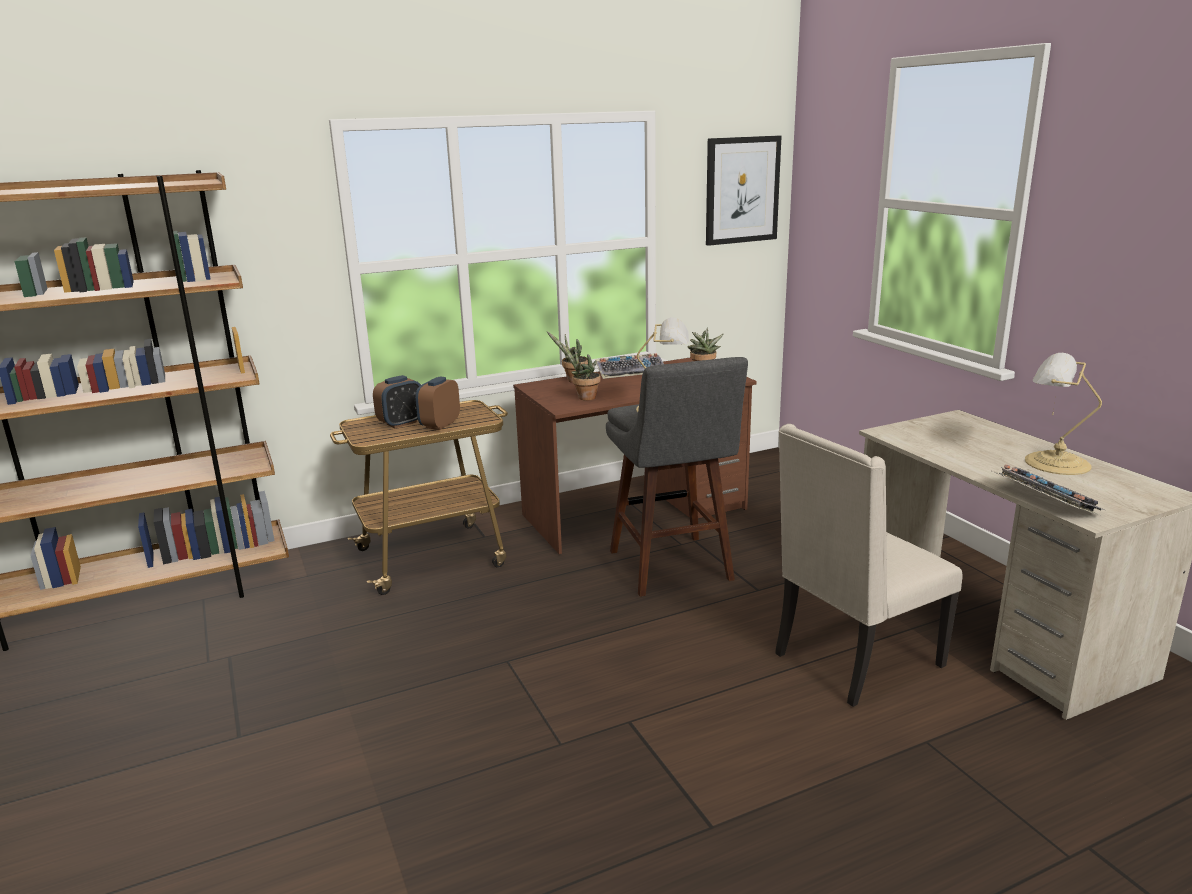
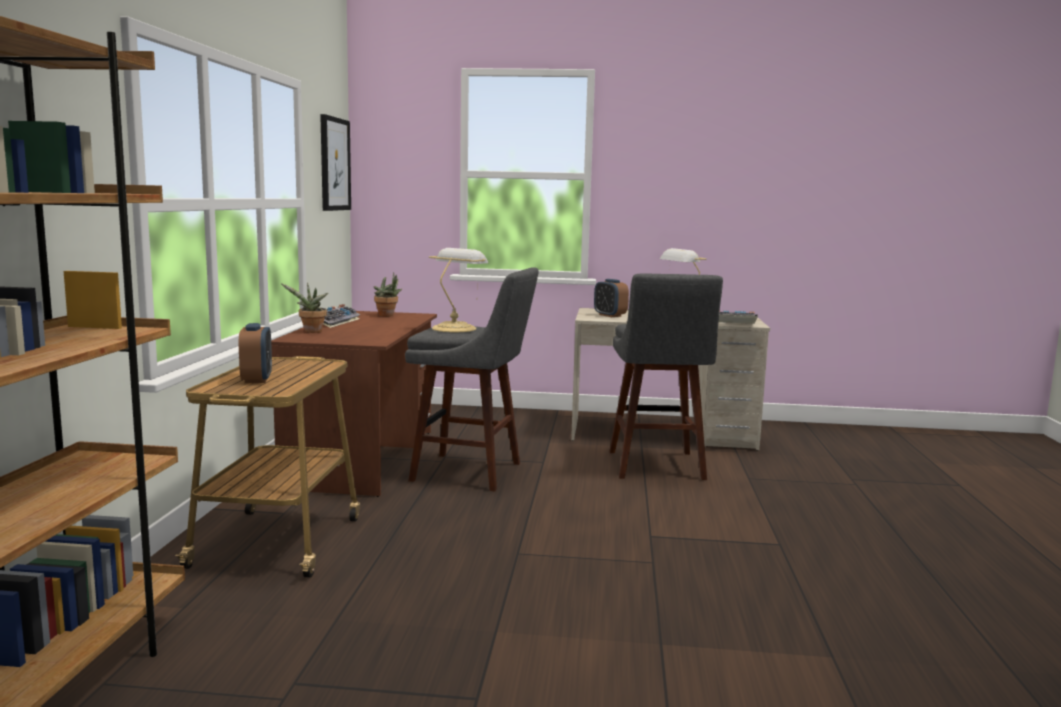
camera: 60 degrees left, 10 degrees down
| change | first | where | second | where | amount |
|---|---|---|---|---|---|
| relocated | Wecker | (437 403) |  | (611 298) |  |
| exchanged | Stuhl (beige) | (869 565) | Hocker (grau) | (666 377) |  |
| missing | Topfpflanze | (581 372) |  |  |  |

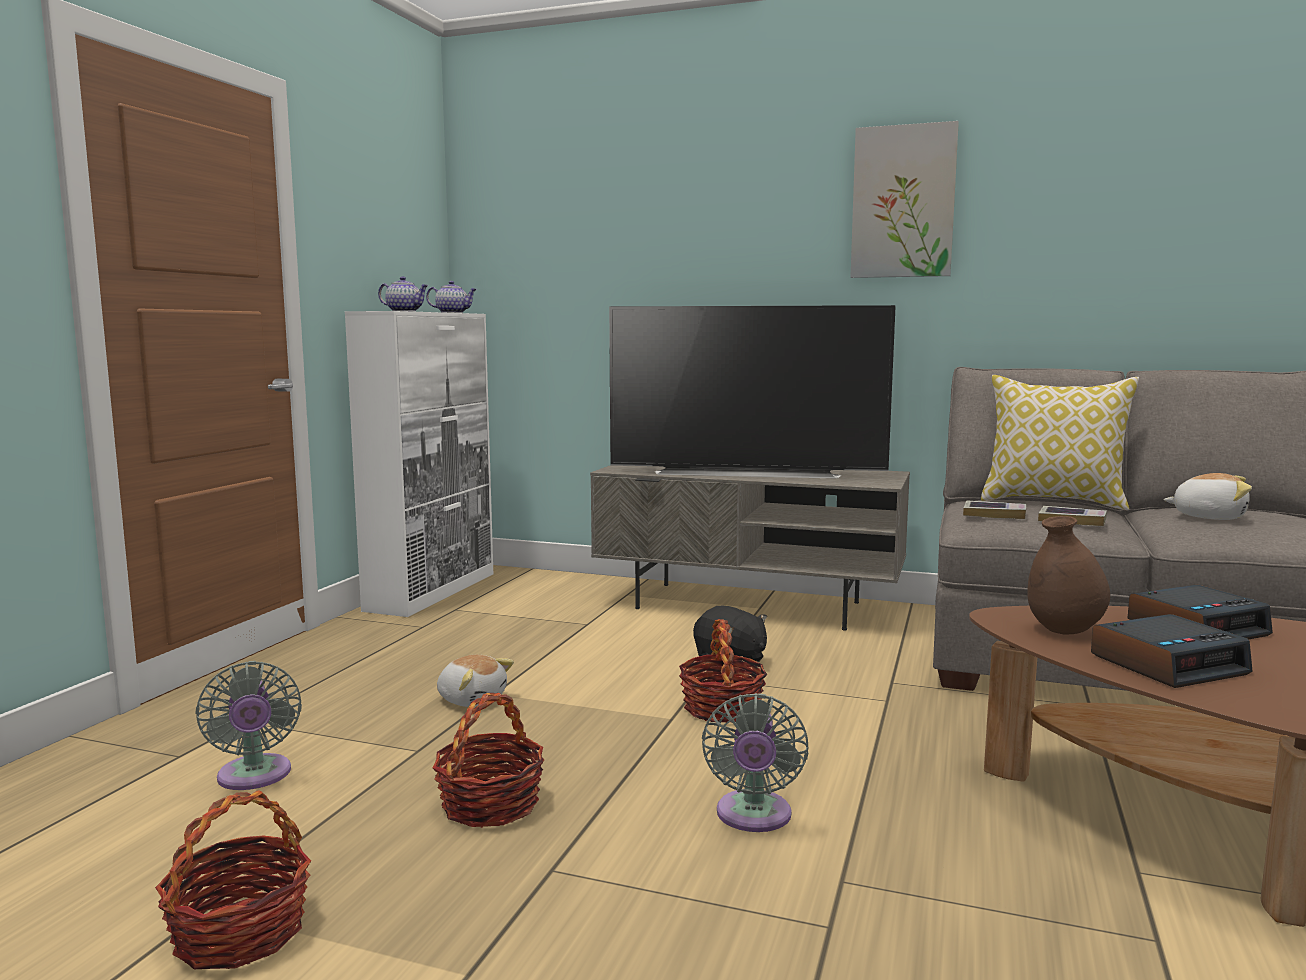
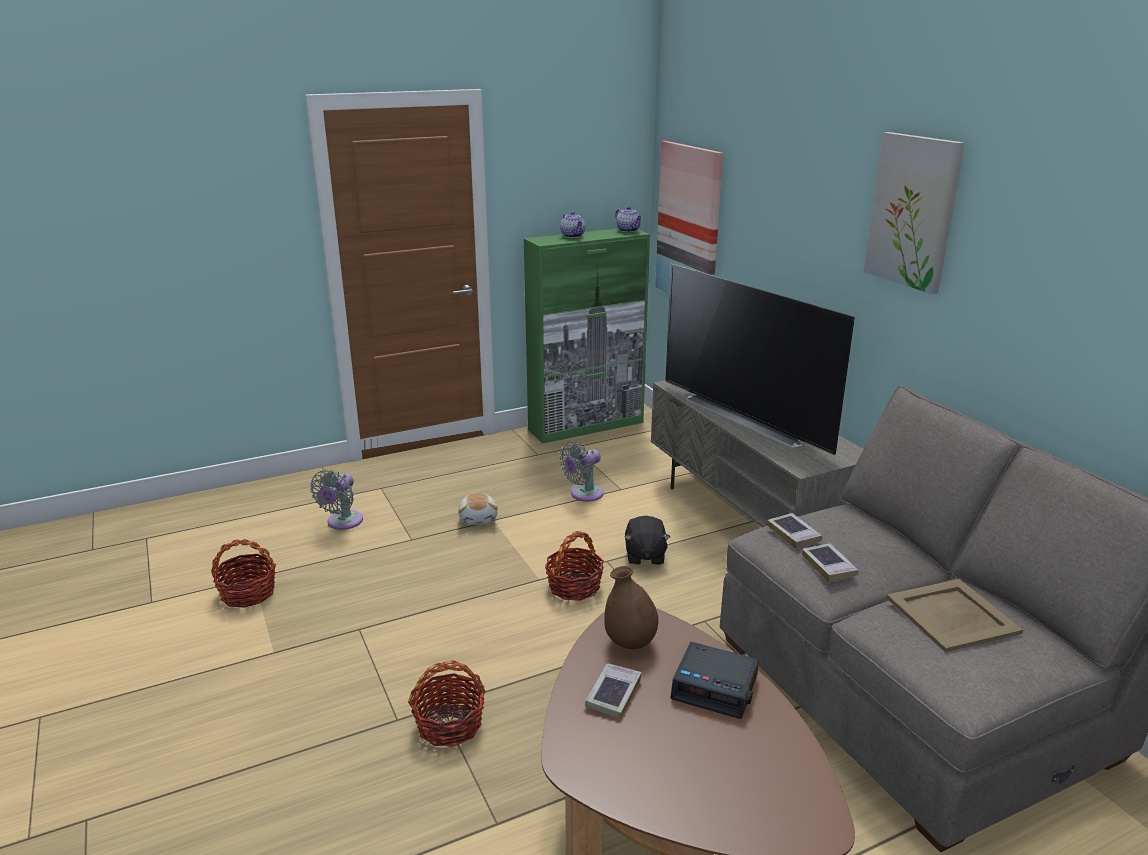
camera: 45 degrees right, 15 degrees up
| change | first | where | second | where | amount |
|---|---|---|---|---|---|
| relocated | Korb | (488 760) |  | (447 703) |  |
| colour | Schrank (weiß) | (419 464) | Schrank (grün) | (587 336) |  |
| relocated | Ventilator (grau) | (755 762) |  | (582 471) |  |
| exchanged | Wecker | (1172 651) | Buch | (613 691) |  |
| appeared |  |  | Bild | (689 217) |  |
| exchanged | Plüschtier | (1207 496) | Tablett (beige) | (954 615) |  |
| missing | Kissen | (1060 442) |  |  |  |

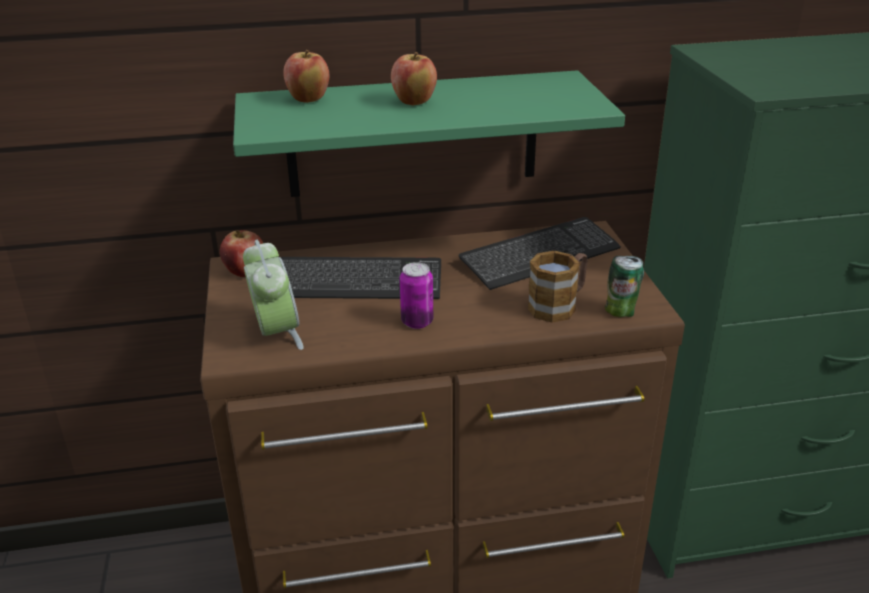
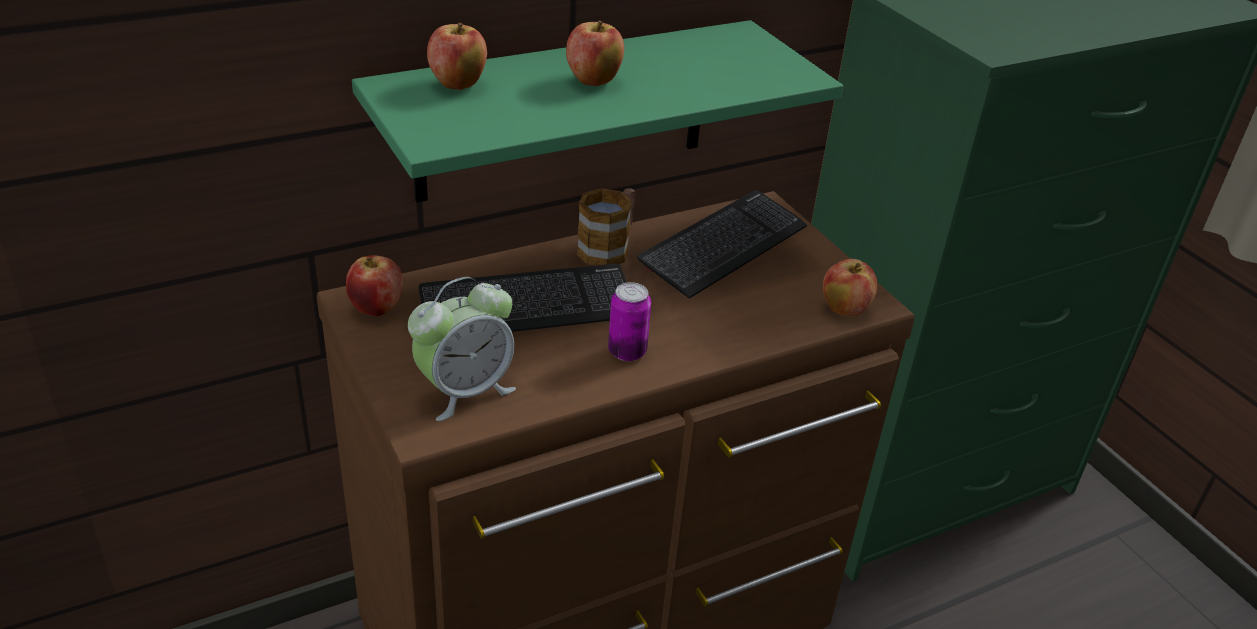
camera: 20 degrees left, 5 degrees up
| change | first | where | second | where | amount |
|---|---|---|---|---|---|
| spun | Wecker | (273 294) |  | (462 349) | 90 degrees clockwise |
| relocated | Henkelbecher | (557 287) |  | (606 227) |  |
| exchanged | Dose | (624 286) | Apfel | (850 288) |  |

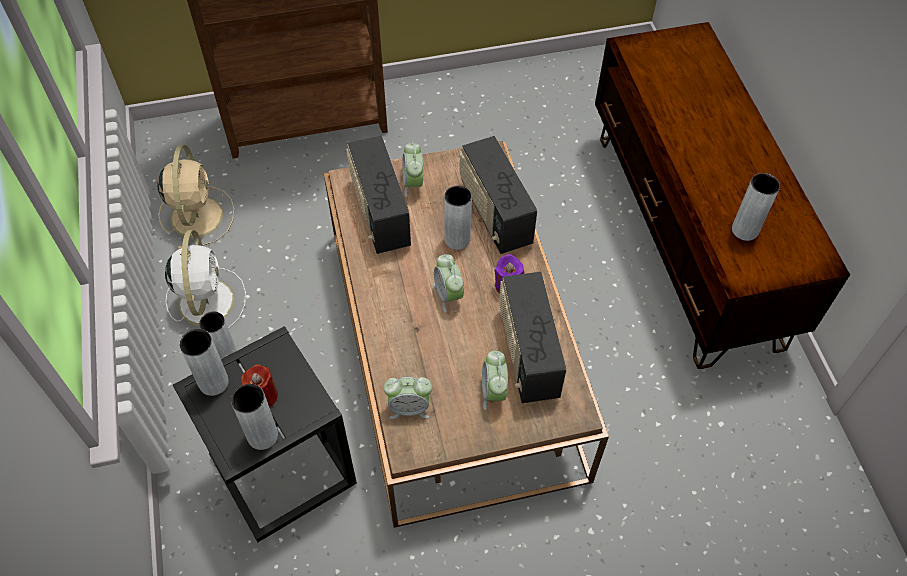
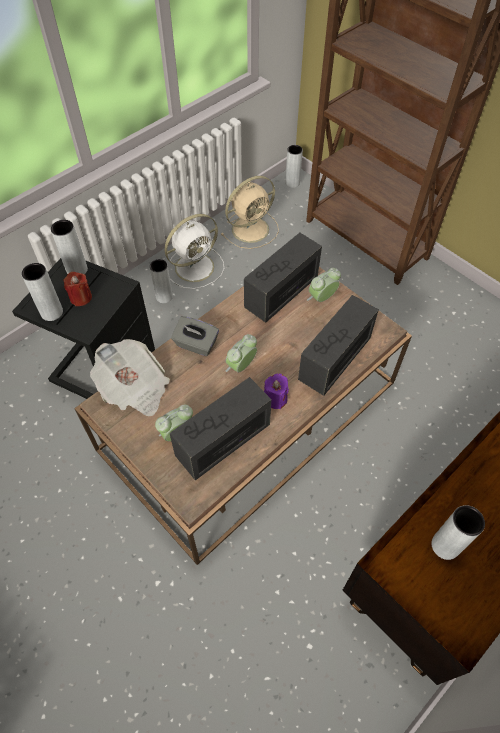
camera: 60 degrees right, 0 degrees up
| change | first | where | second | where | amount |
|---|---|---|---|---|---|
| exchanged | Wecker | (408 398) | Zeitung | (130 378) |  |
| appeared |  |  | Taschentuchbox (grau) | (195 336) |  |
| relocated | Vase (grau) | (458 217) |  | (294 166) |  |

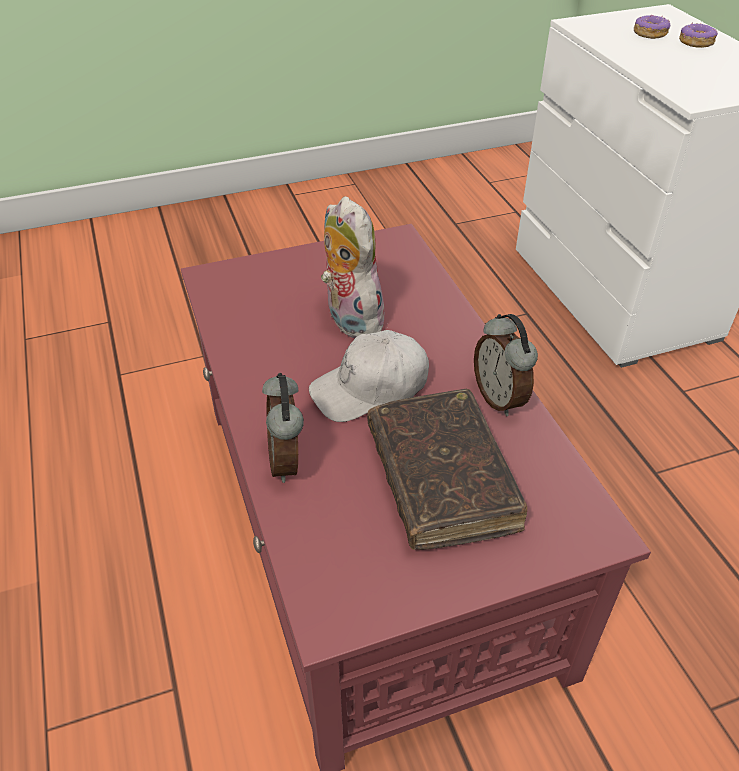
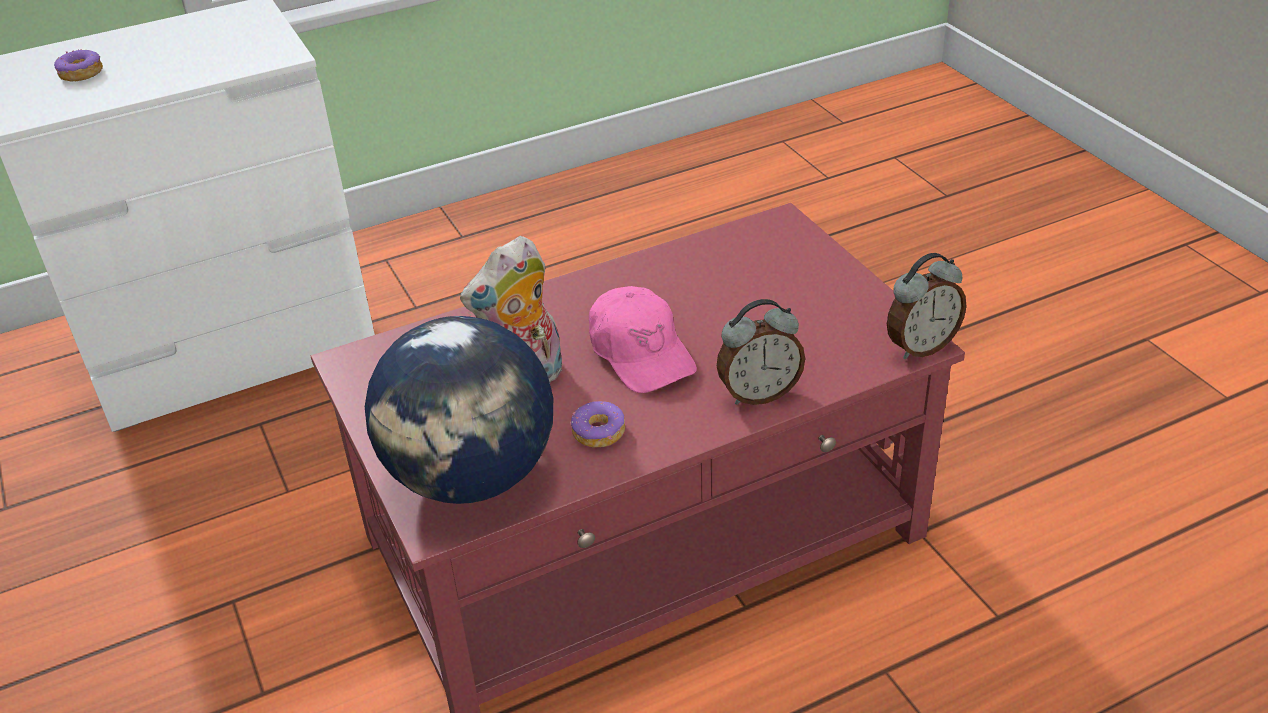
camera: 95 degrees left, 5 degrees down
| change | first | where | second | where | amount |
|---|---|---|---|---|---|
| appeared |  |  | Globus | (459 410) |  |
| relocated | Donut | (698 35) |  | (597 424) |  |
| colour | Kappe (weiß) | (369 376) | Kappe (rosa) | (643 339) |  |
| relocated | Wecker | (506 365) |  | (926 306) |  |
| missing | Buch (braun) | (447 469) |  |  |  |

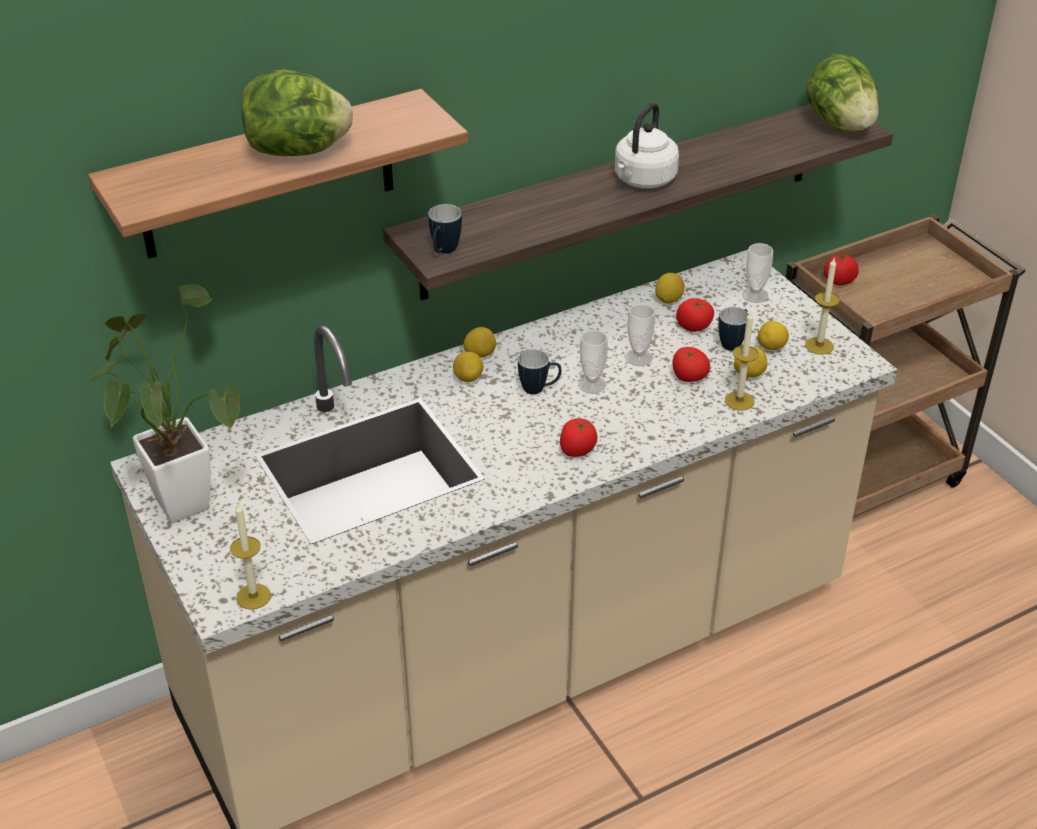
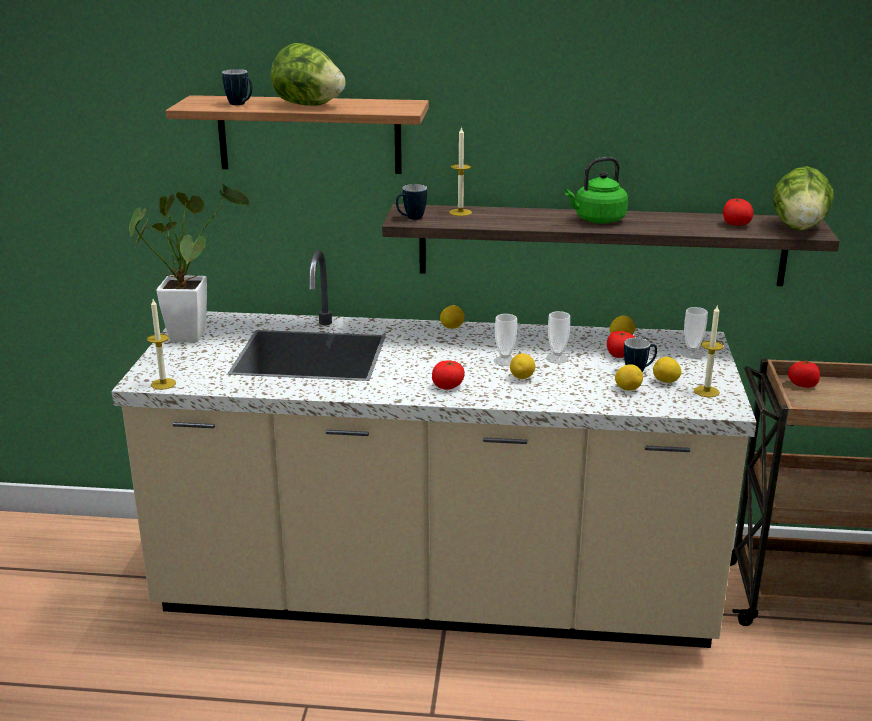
camera: 35 degrees right, 15 degrees down
| change | first | where | second | where | amount |
|---|---|---|---|---|---|
| relocated | Henkelbecher | (540 372) |  | (237 87) |  |
| relocated | Kerze | (742 361) |  | (460 171) |  |
| relocated | Zitrone | (468 367) |  | (522 366) |  |
| colour | Wasserkessel (weiß) | (647 146) | Wasserkessel (grün) | (596 190) |  |
| relocated | Tomate | (691 364) |  | (738 212) |  |

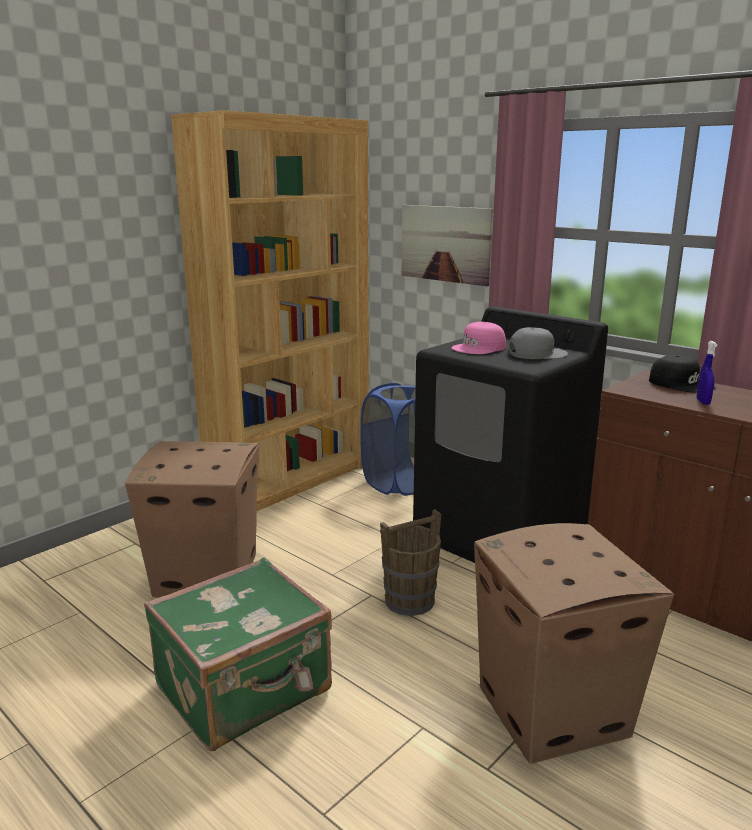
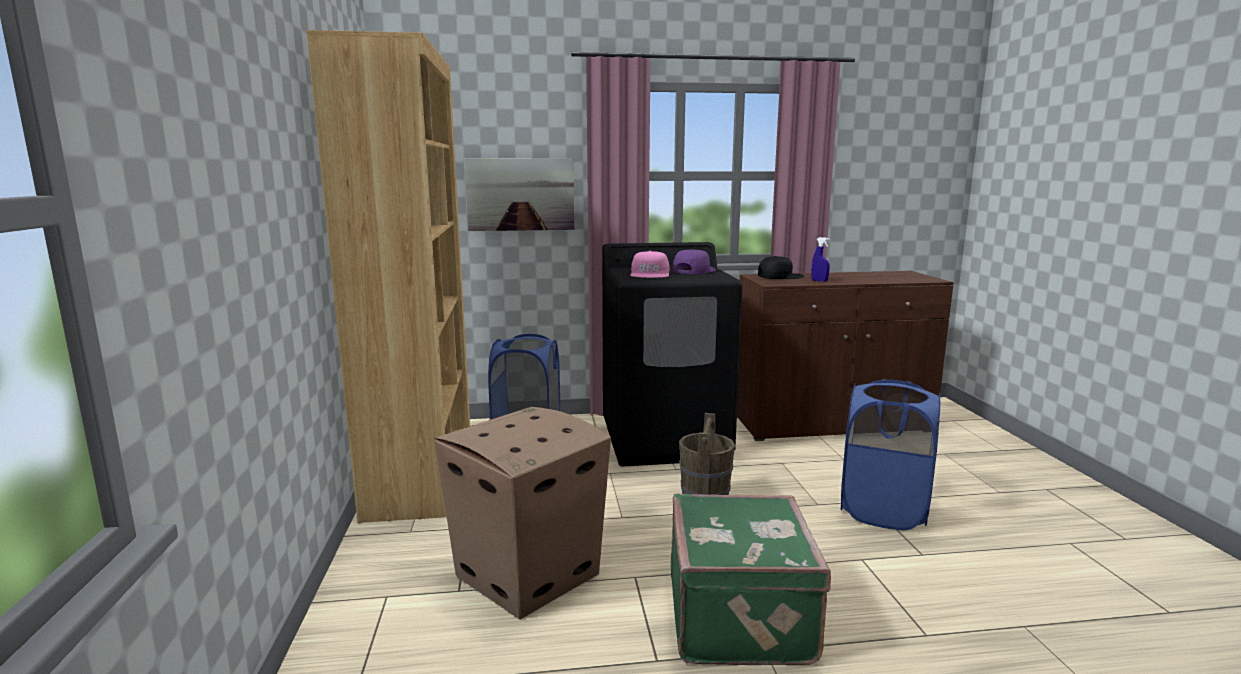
camera: 50 degrees left, 5 degrees down
| change | first | where | second | where | amount |
|---|---|---|---|---|---|
| colour | Kappe (grau) | (538 343) | Kappe (lila) | (694 261) |  |
| exchanged | Karton | (574 643) | Wäschekorb (blau) | (890 454) |  |

